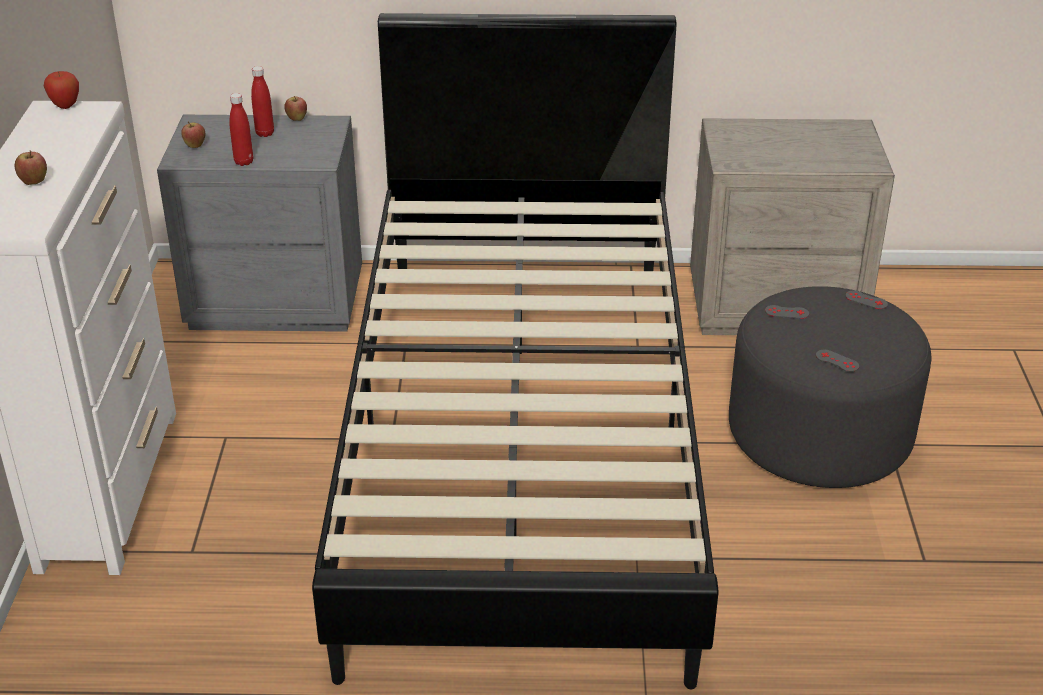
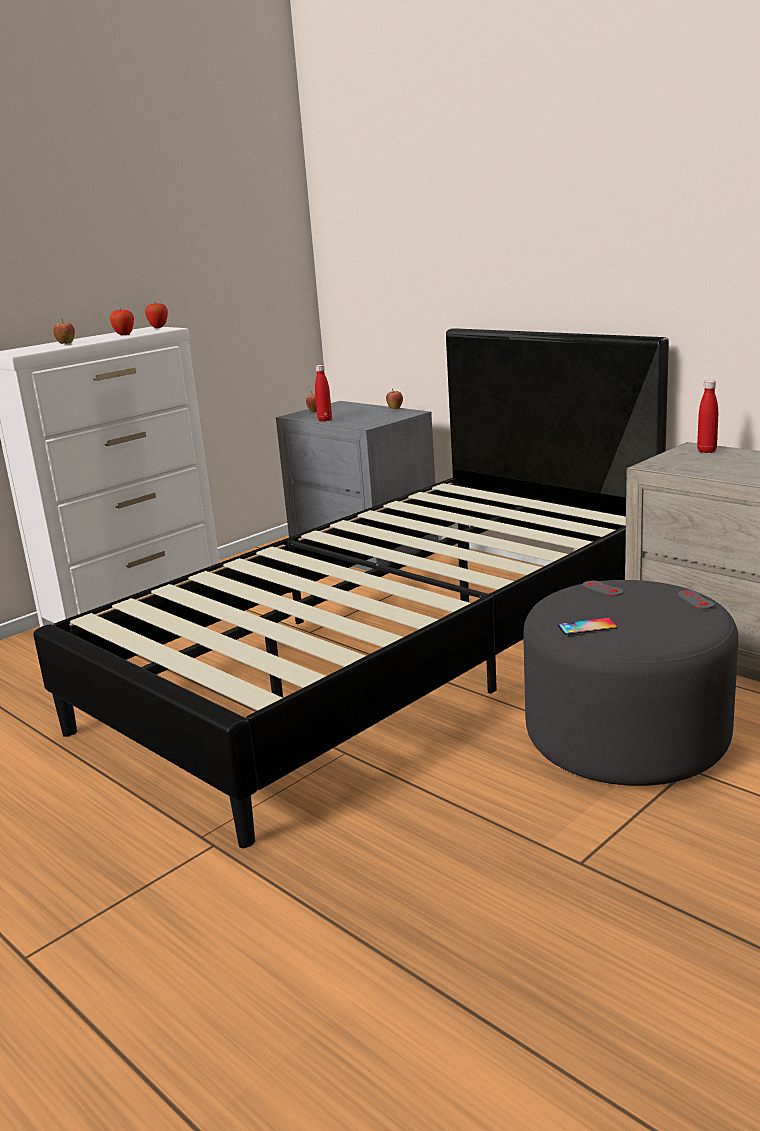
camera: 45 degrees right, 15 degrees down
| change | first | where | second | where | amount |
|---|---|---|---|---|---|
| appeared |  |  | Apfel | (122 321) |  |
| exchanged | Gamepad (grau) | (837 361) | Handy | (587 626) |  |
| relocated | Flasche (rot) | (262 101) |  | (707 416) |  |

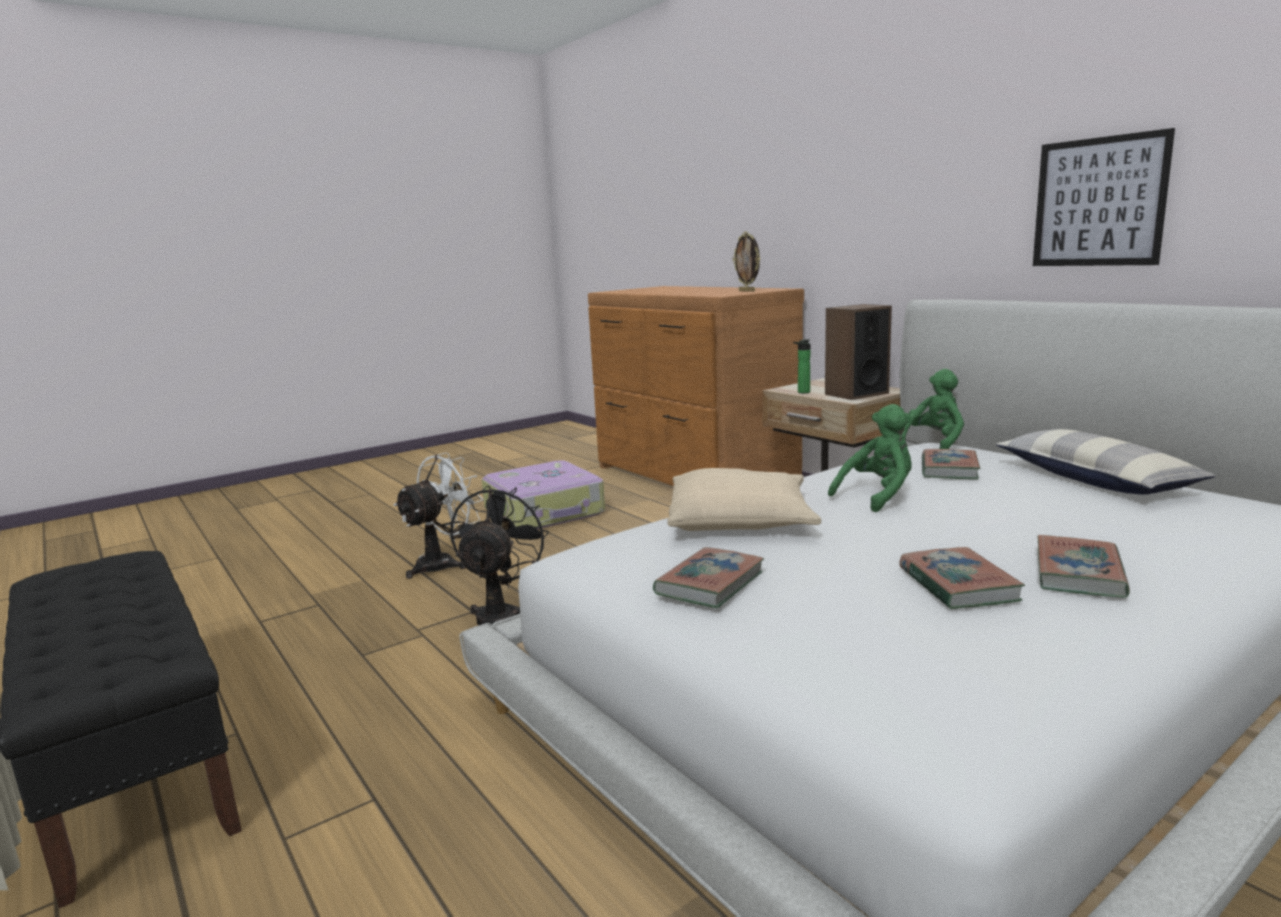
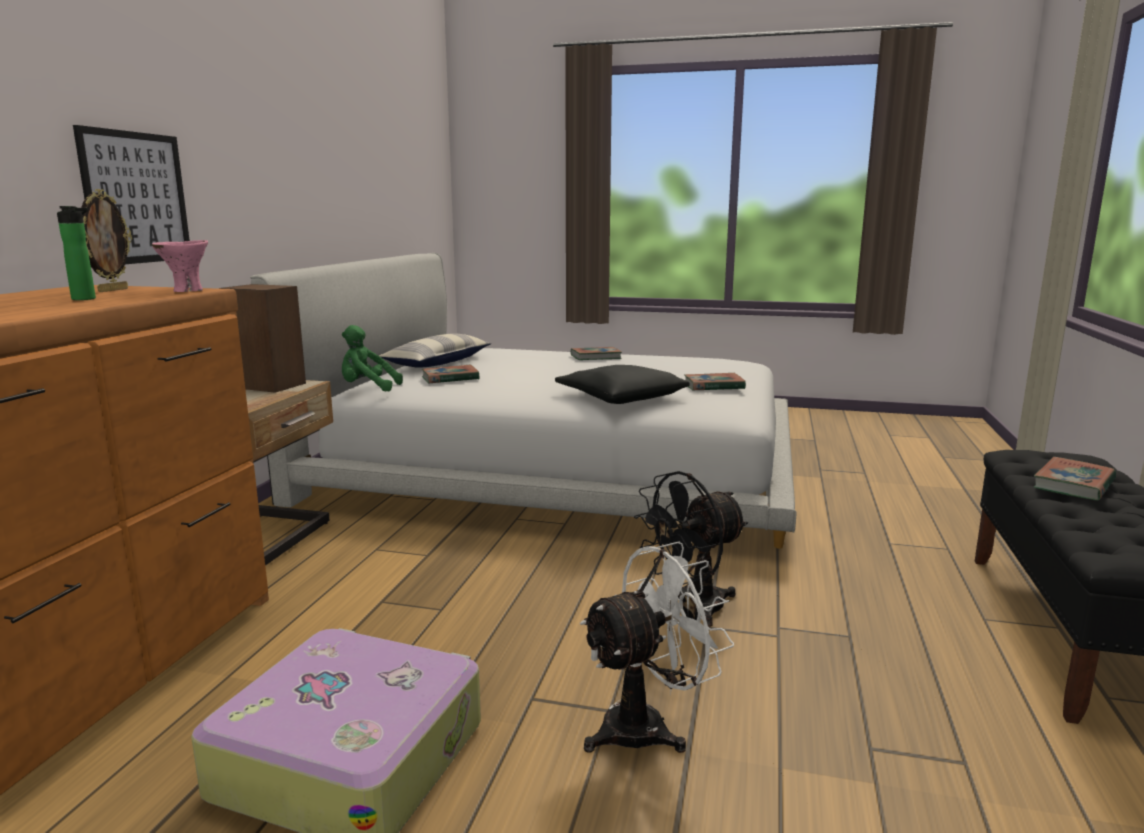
camera: 130 degrees left, 0 degrees up
| change | first | where | second | where | amount |
|---|---|---|---|---|---|
| relocated | Flasche | (802 366) |  | (76 253) |  |
| relocated | Bild | (1104 197) |  | (131 194) |  |
| appeared |  |  | Schüssel (rosa) | (180 266) |  |
| colour | Kissen (beige) | (744 499) | Kissen (schwarz) | (622 384) |  |
| spun | Ventilator (weiß) | (438 515) |  | (657 647) | 150 degrees clockwise |
| relocated | Buch | (962 578) |  | (1075 478) |  |
| missing | Plüschtier (grün) | (870 458) |  |  |  |

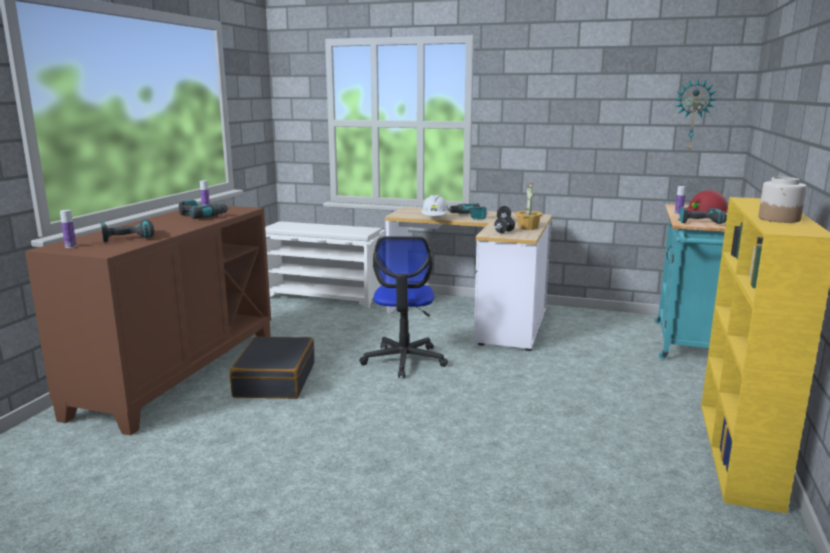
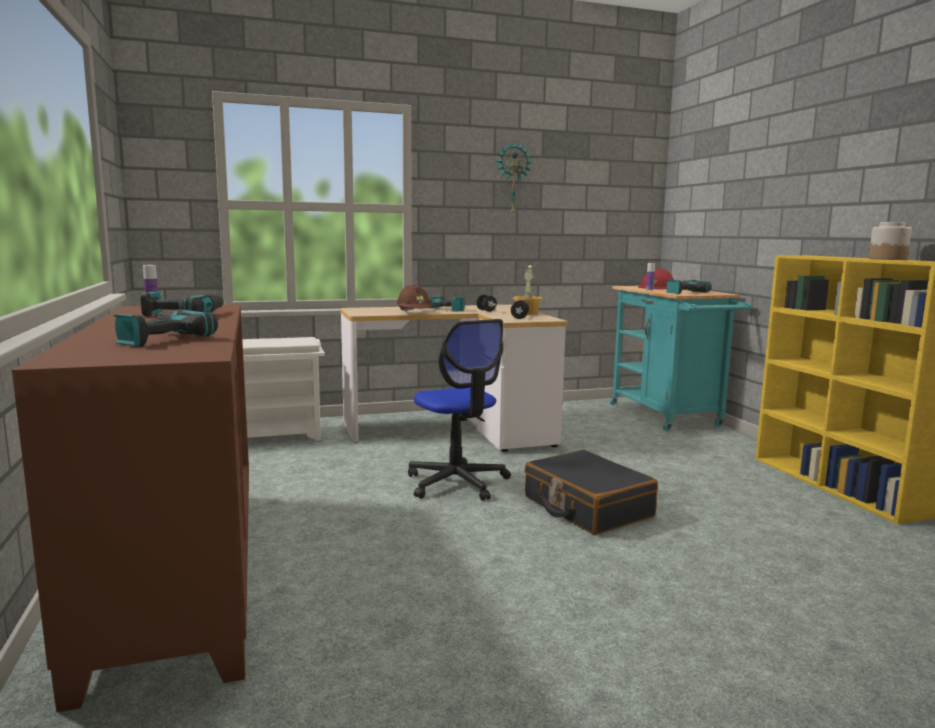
camera: 35 degrees left, 5 degrees down
| change | first | where | second | where | amount |
|---|---|---|---|---|---|
| colour | Schutzhelm (weiß) | (435 205) | Schutzhelm (braun) | (414 298) |  |
| relocated | Wanduhr | (696 115) |  | (515 177) |  |
| relocated | Koffer (schwarz) | (272 368) |  | (591 492) |  |
| missing | Flasche | (68 229) |  |  |  |

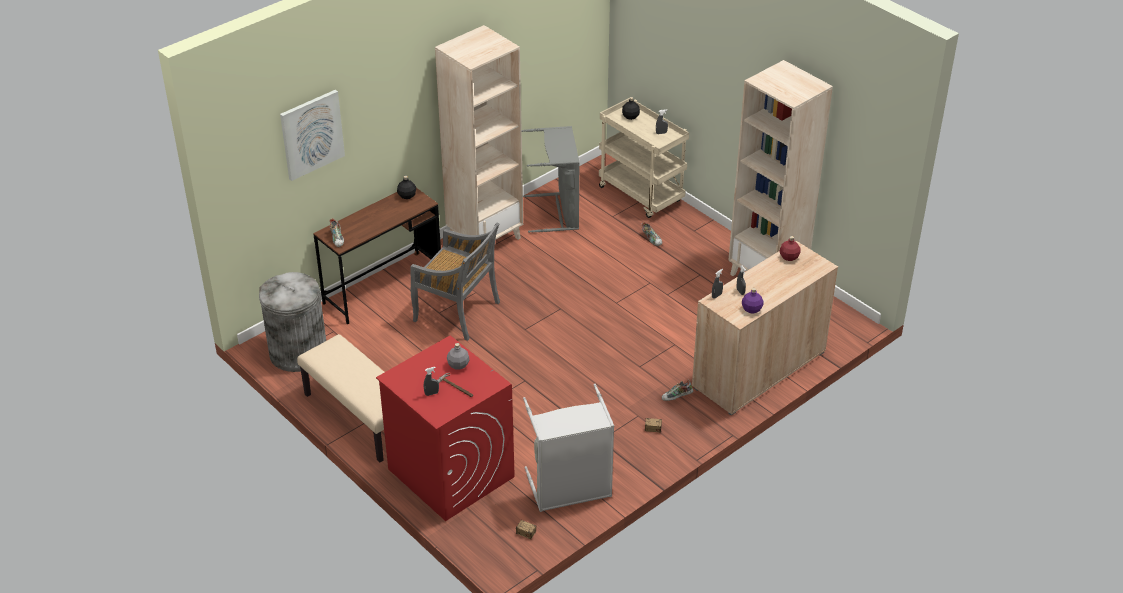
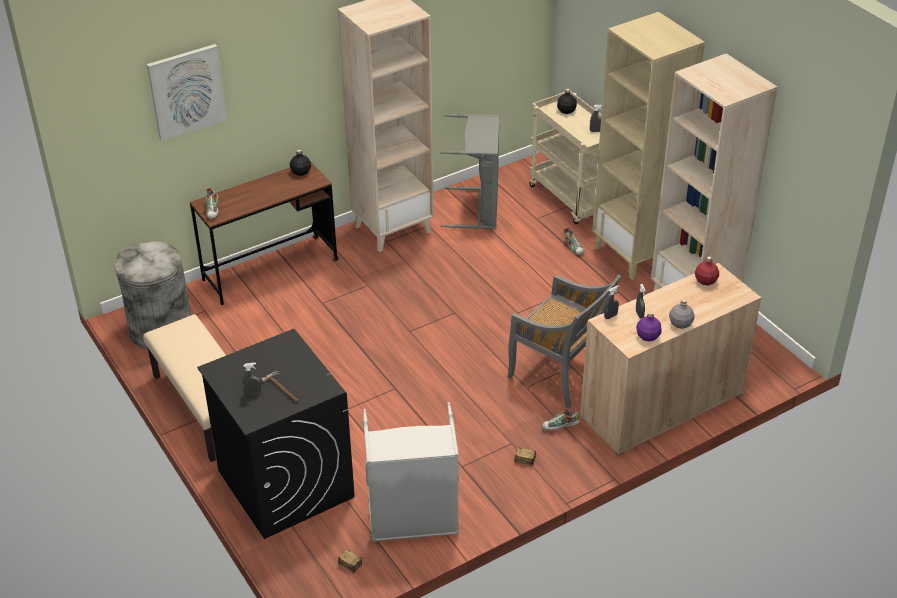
camera: 10 degrees right, 0 degrees up
| change | first | where | second | where | amount |
|---|---|---|---|---|---|
| colour | Waschmaschine (rot) | (445 428) | Waschmaschine (schwarz) | (276 434) |  |
| relocated | Stuhl (grau) | (455 281) |  | (565 341) |  |
| appeared |  |  | Bücherregal (beige) | (648 146) |  |
| relocated | Flasche (grau) | (458 356) |  | (682 314) |  |

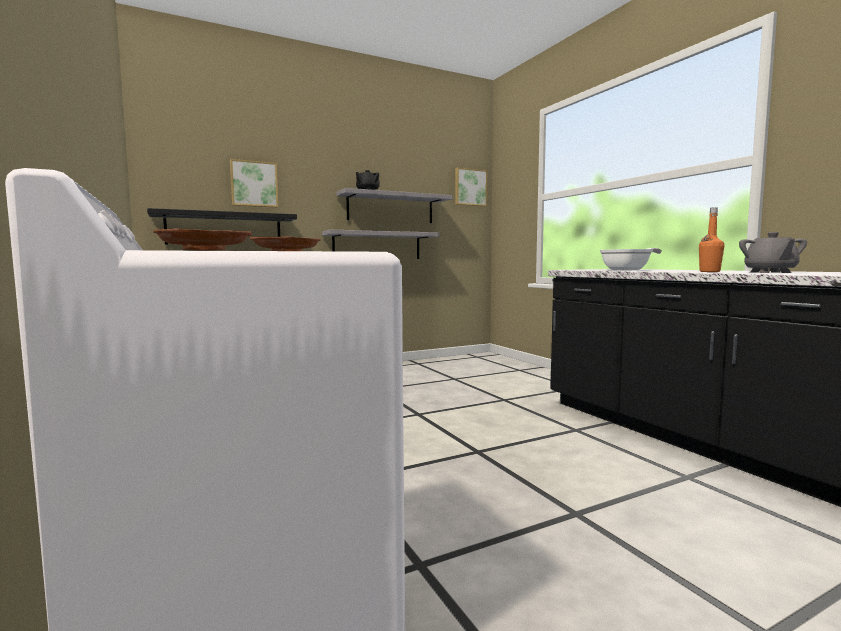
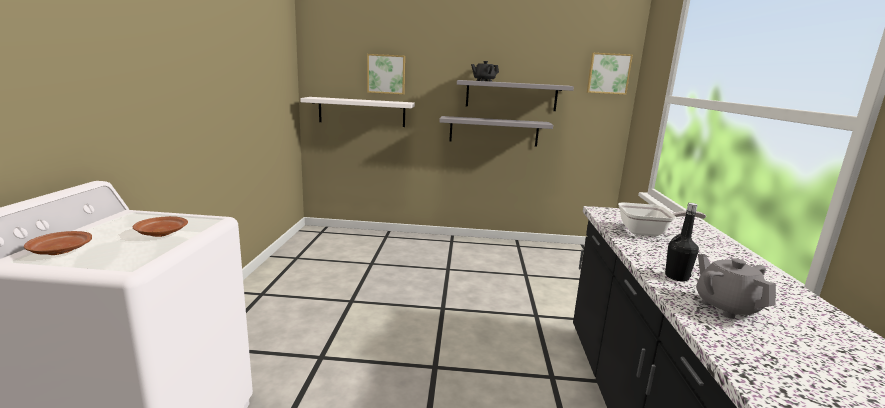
camera: 30 degrees right, 10 degrees up
| change | first | where | second | where | amount |
|---|---|---|---|---|---|
| colour | Wandregal (schwarz) | (222 226) | Wandregal (weiß) | (357 112) |  |
| colour | Flasche (orange) | (711 239) | Flasche (schwarz) | (682 242) |  |
| spun | Teekanne (grau) | (773 252) |  | (736 286) | 120 degrees clockwise |

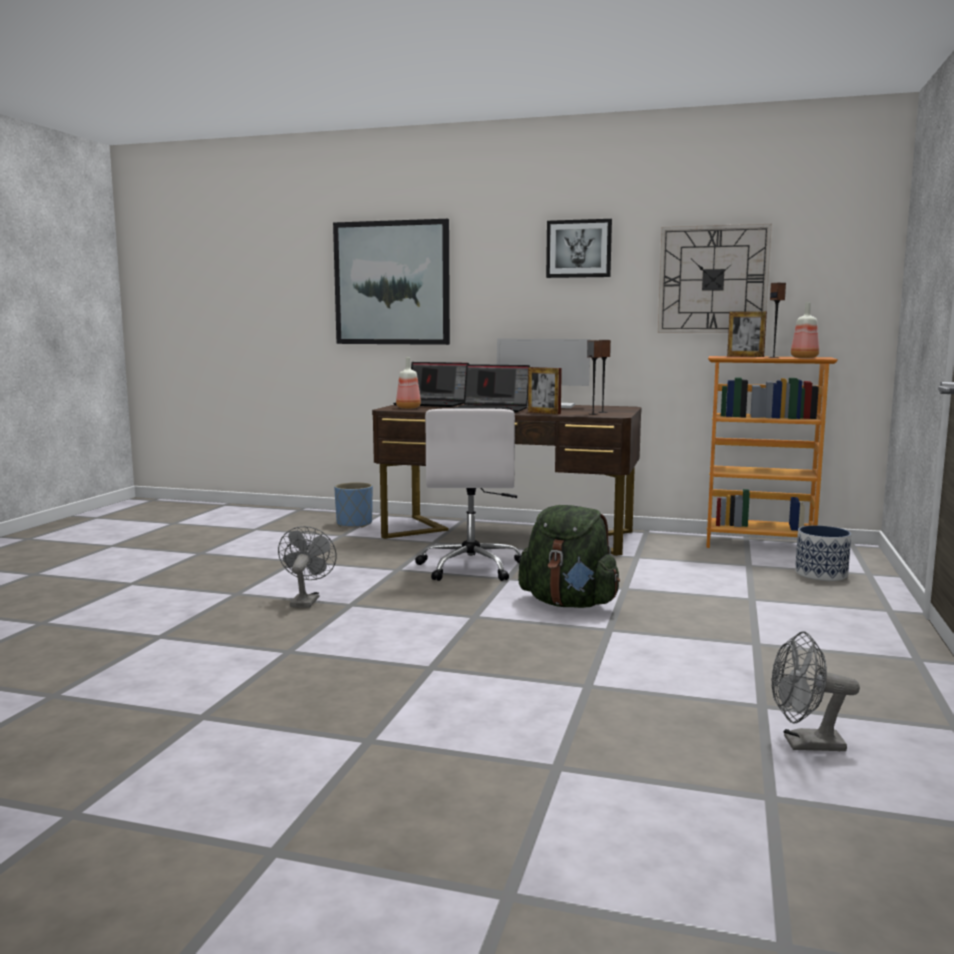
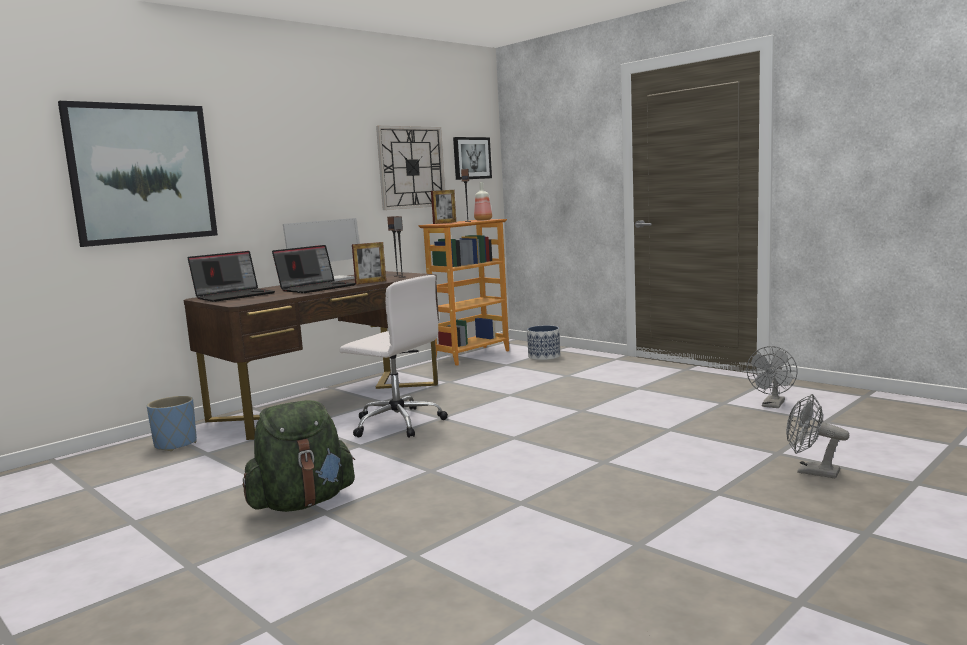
camera: 60 degrees left, 0 degrees up
| change | first | where | second | where | amount |
|---|---|---|---|---|---|
| relocated | Rucksack (grün) | (569 556) |  | (299 456) |  |
| relocated | Bild | (579 248) |  | (472 158) |  |
| relocated | Ventilator (grau) | (307 567) |  | (817 436) |  |
| missing | Flasche | (408 383) |  |  |  |

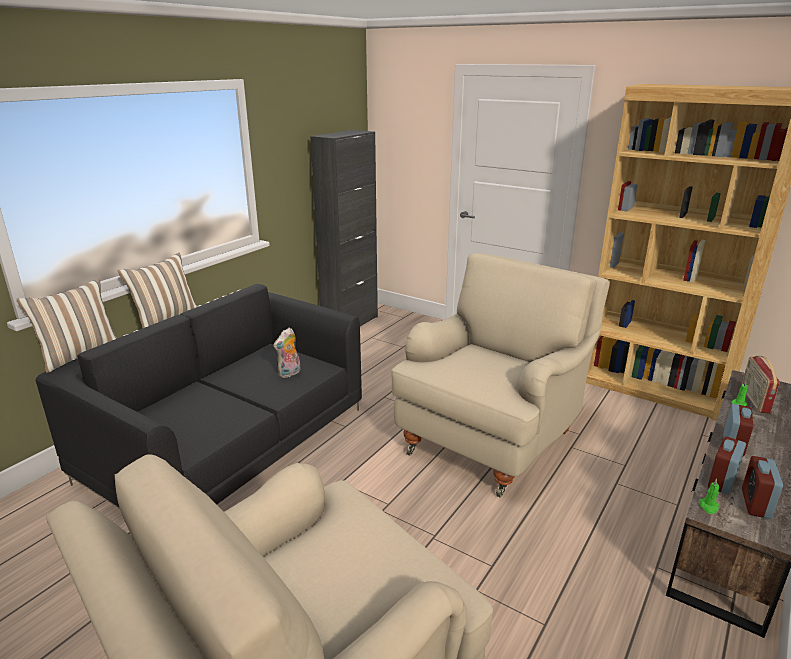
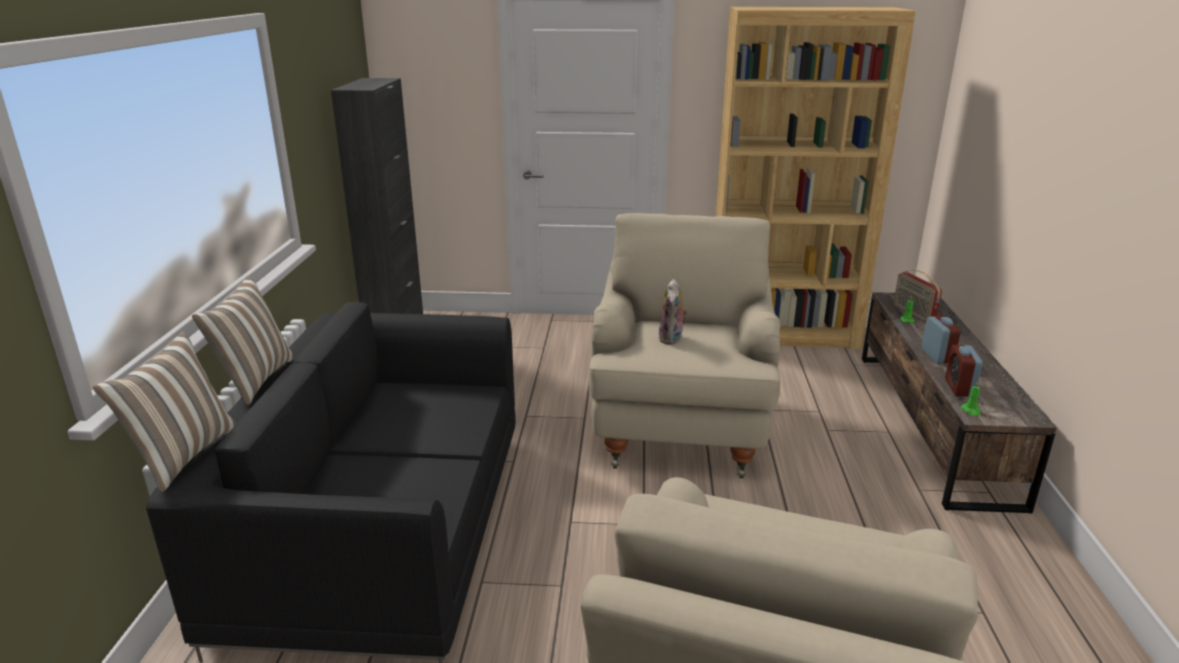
camera: 30 degrees left, 0 degrees up
| change | first | where | second | where | amount |
|---|---|---|---|---|---|
| relocated | Plüschtier | (287 353) |  | (673 312) |  |
| missing | Wecker | (762 487) |  |  |  |

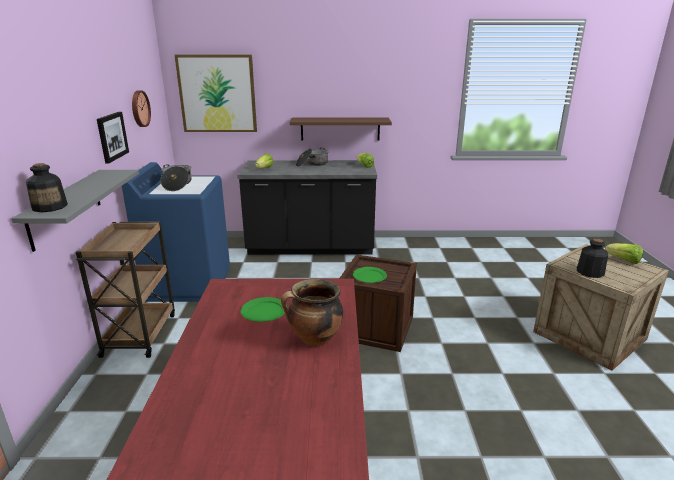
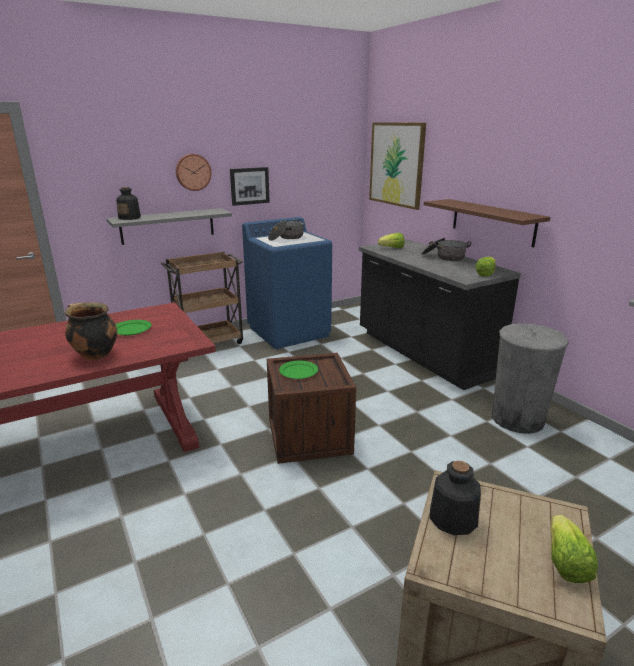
camera: 60 degrees right, 0 degrees up
| change | first | where | second | where | amount |
|---|---|---|---|---|---|
| relocated | Wanduhr | (141 109) |  | (194 172) |  |
| appeared |  |  | Mülleimer (grau) | (530 378) |  |

